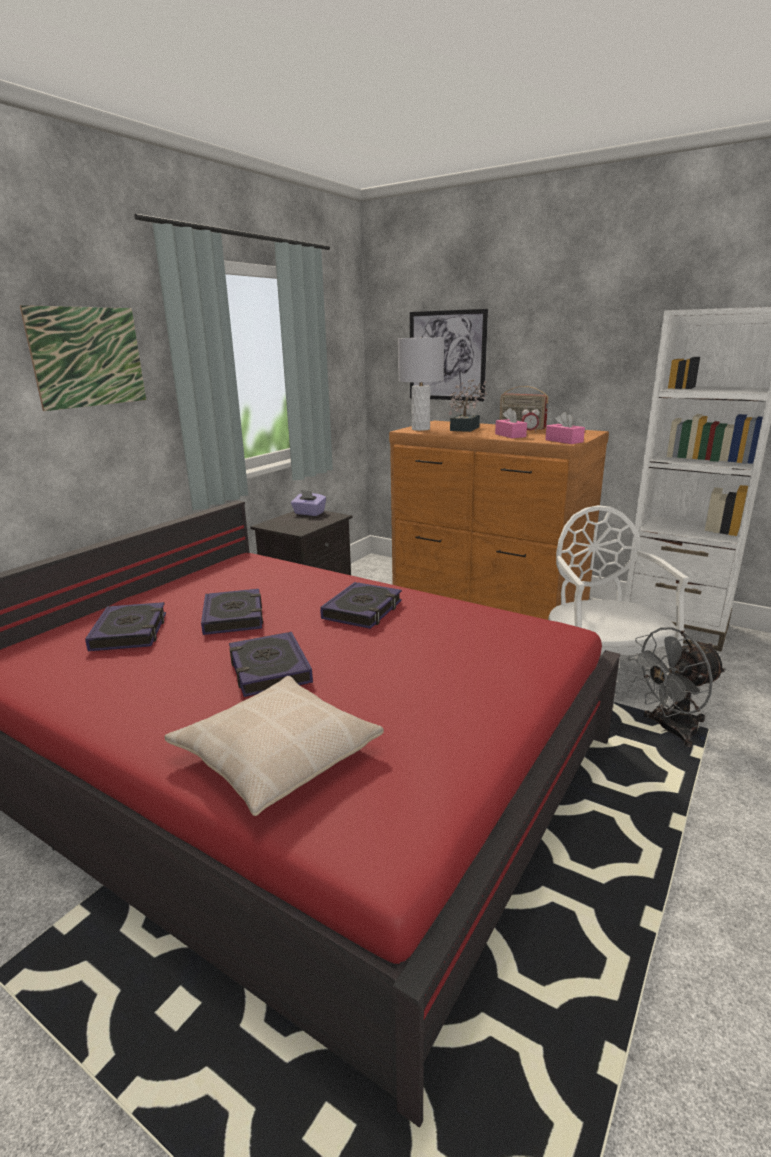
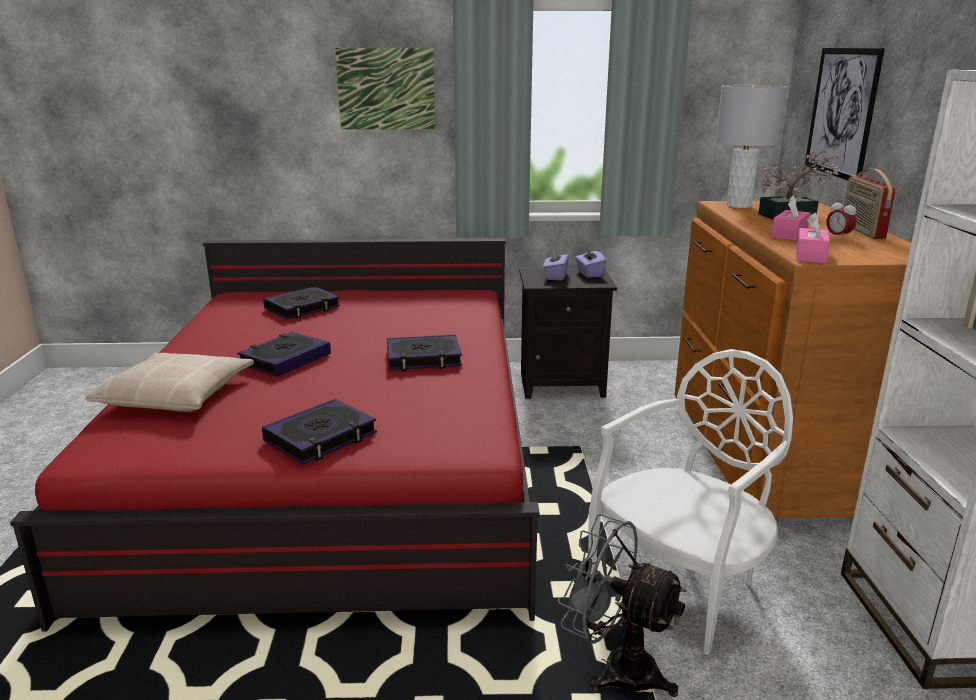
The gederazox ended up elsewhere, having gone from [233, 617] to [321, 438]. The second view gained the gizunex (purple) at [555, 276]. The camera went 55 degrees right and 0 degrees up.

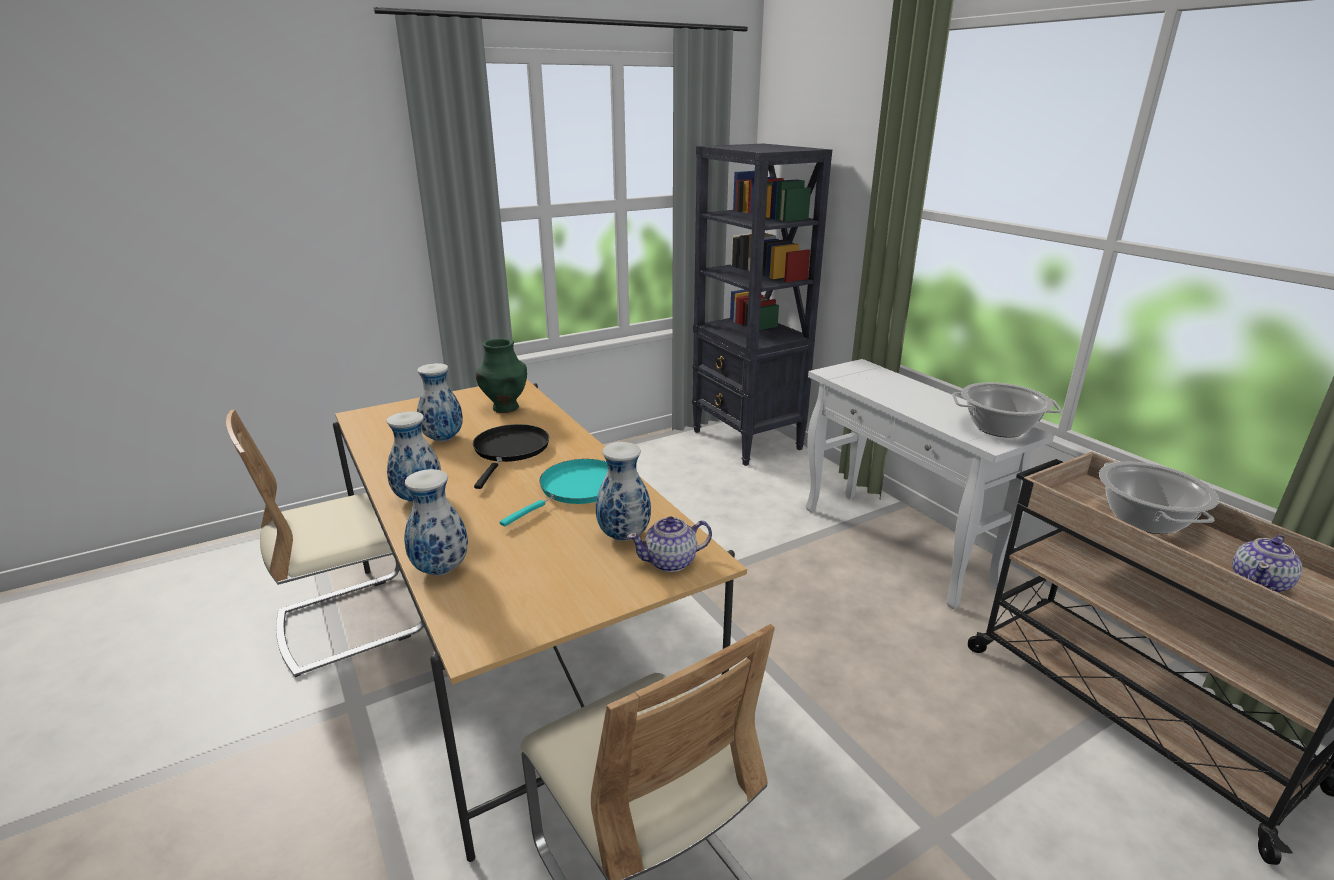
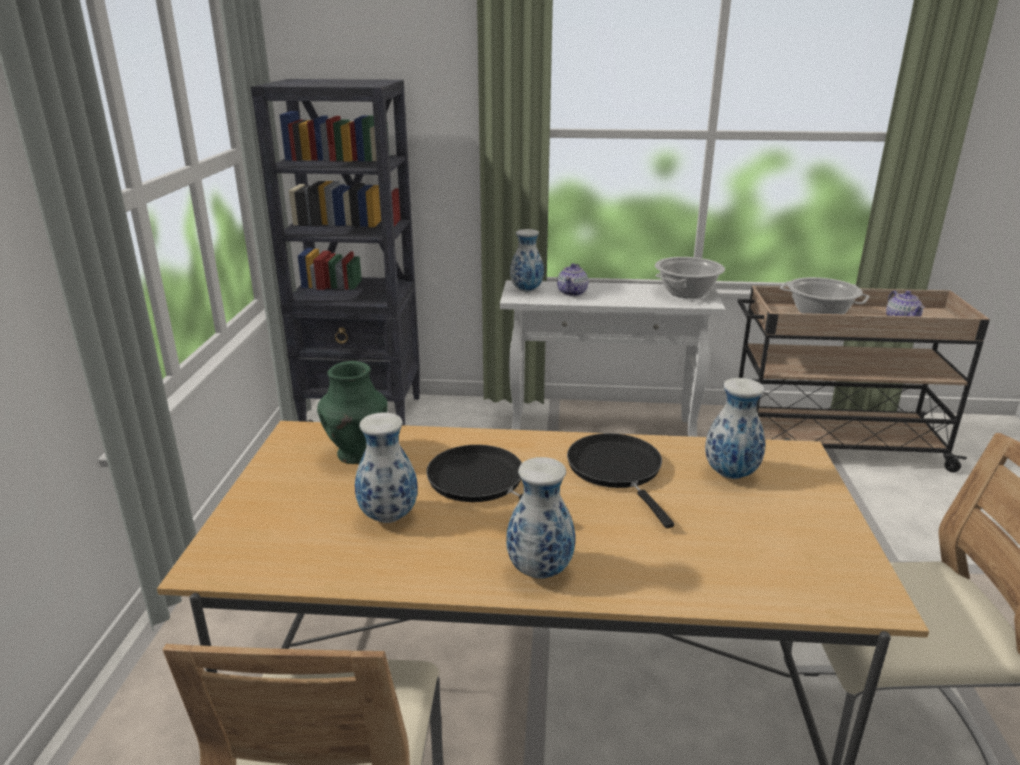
The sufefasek ended up elsewhere, having gone from [442, 569] to [526, 290]. What was the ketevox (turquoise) at [577, 489] turned into the ketevox (black) at [617, 470]. The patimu ended up elsewhere, having gone from [671, 562] to [572, 292]. The camera went 55 degrees left and 0 degrees up.

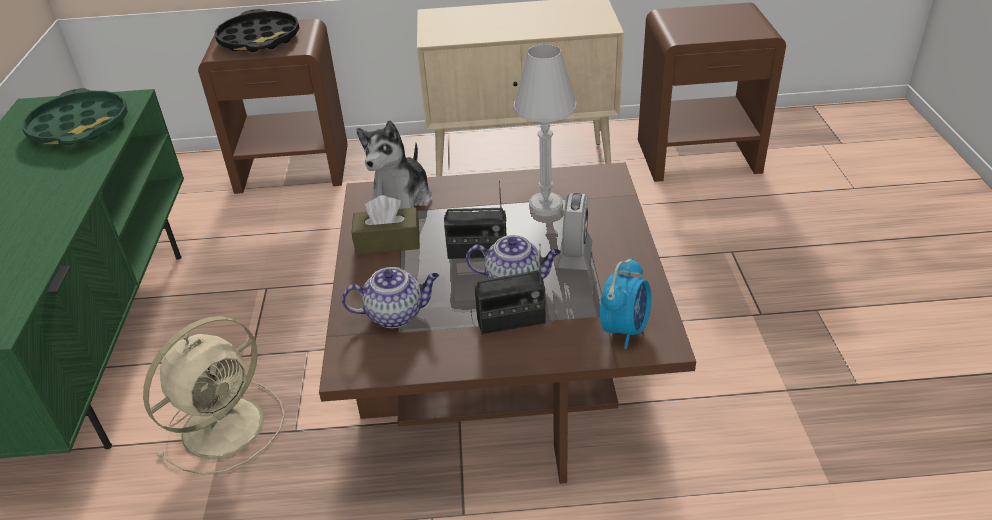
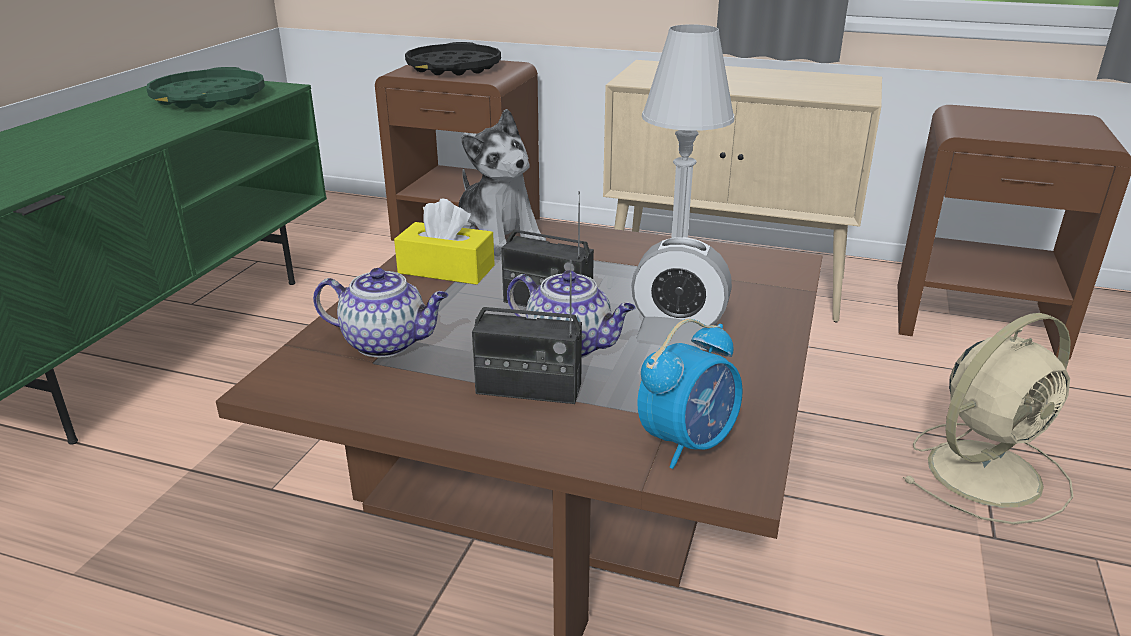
The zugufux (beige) ended up elsewhere, having gone from [226, 424] to [987, 471]. What was the gizunex (brown) at [388, 242] turned into the gizunex (yellow) at [446, 269]. The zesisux at [401, 201] ended up facing another way, 75 degrees counterclockwise from before. The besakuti at [575, 255] ended up facing another way, 75 degrees clockwise from before. The camera went 20 degrees right and 10 degrees down.

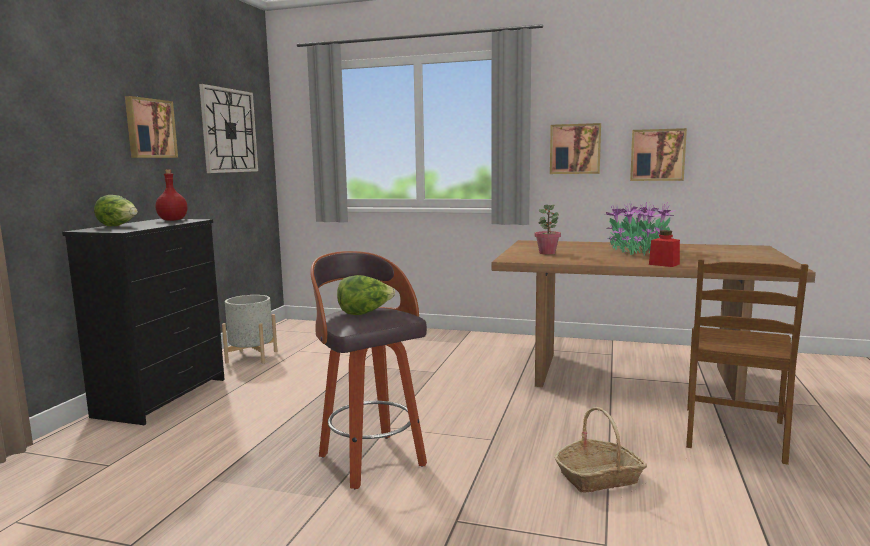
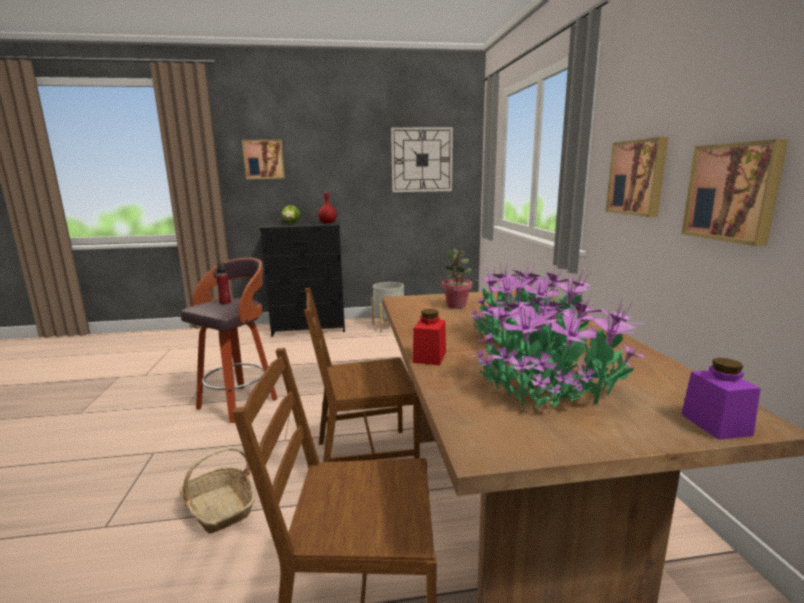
The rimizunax ended up elsewhere, having gone from [149, 128] to [264, 159]. Where the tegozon stood at [365, 313], the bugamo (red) came to stand at [225, 302]. The second view gained the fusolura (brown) at [364, 459]. The second view gained the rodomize at [549, 388]. The second view gained the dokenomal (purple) at [715, 424]. The camera went 65 degrees right and 5 degrees up.

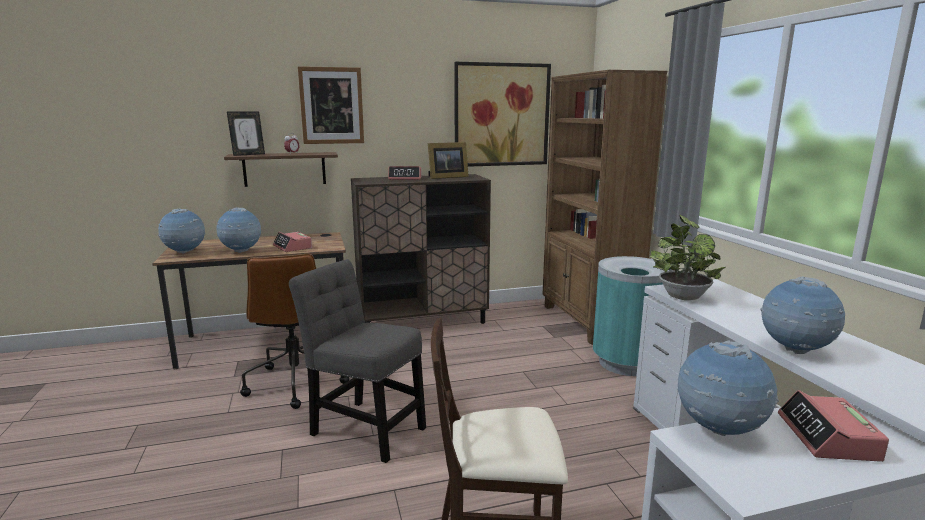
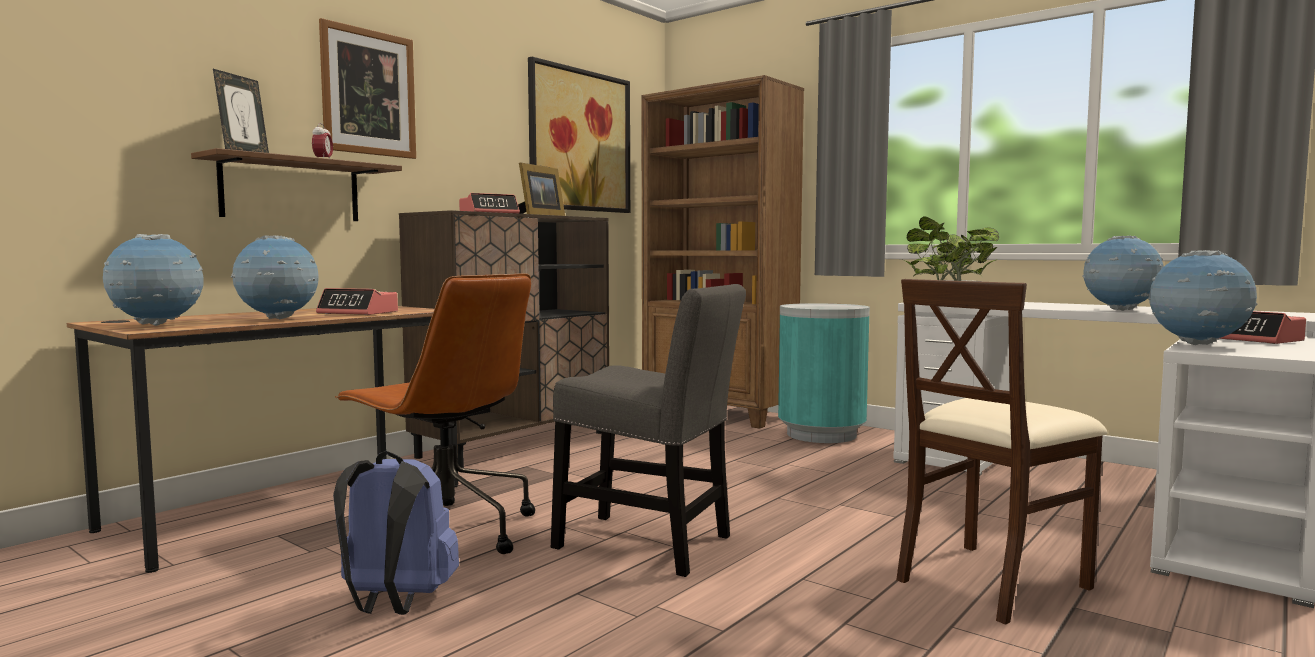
The fusolura (grey) at [364, 428] ended up facing another way, 150 degrees counterclockwise from before. The second view gained the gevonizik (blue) at [395, 603]. The camera went 35 degrees left and 10 degrees down.

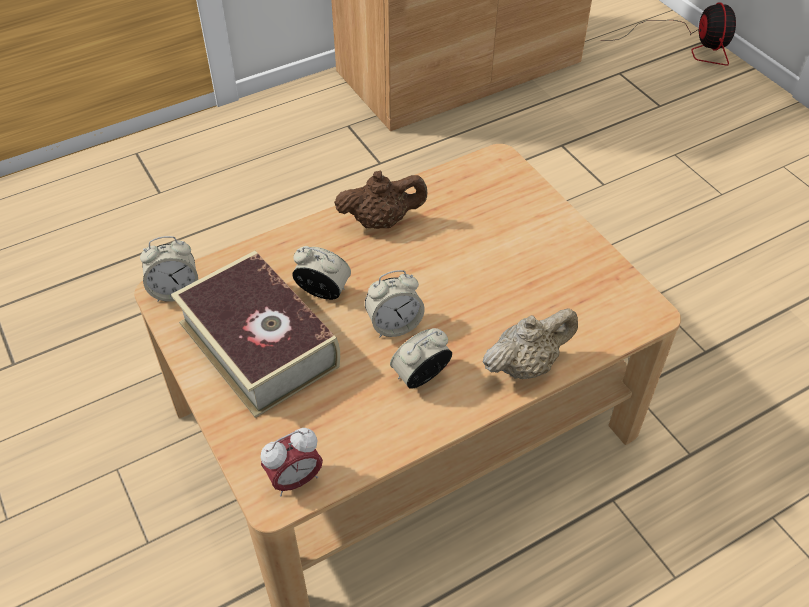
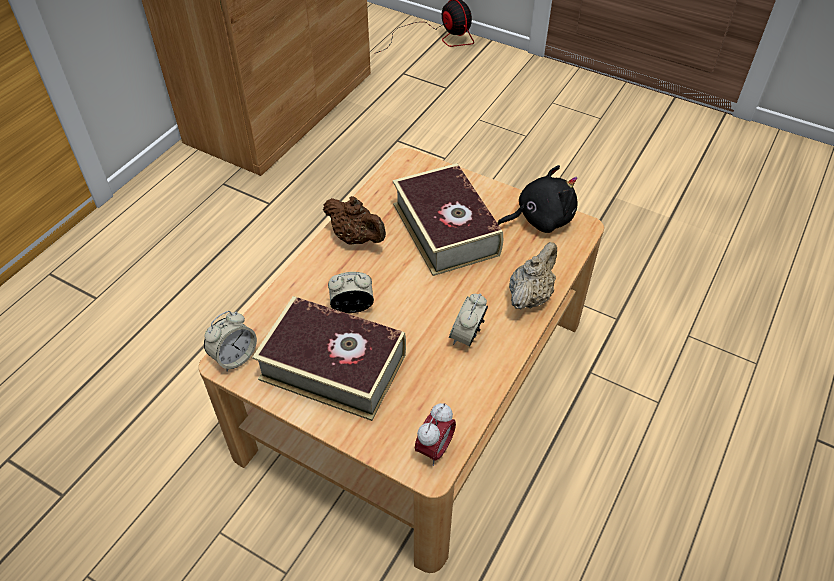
The patimu (brown) at [381, 221] ended up facing another way, 75 degrees clockwise from before. The second view lost the besakuti at [394, 325]. The second view gained the gederazox at [445, 229]. The second view gained the zesisux (black) at [540, 218]. The camera went 30 degrees left and 0 degrees up.

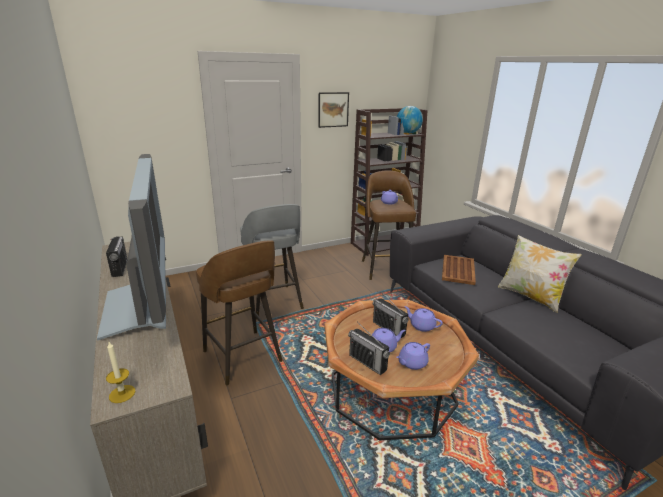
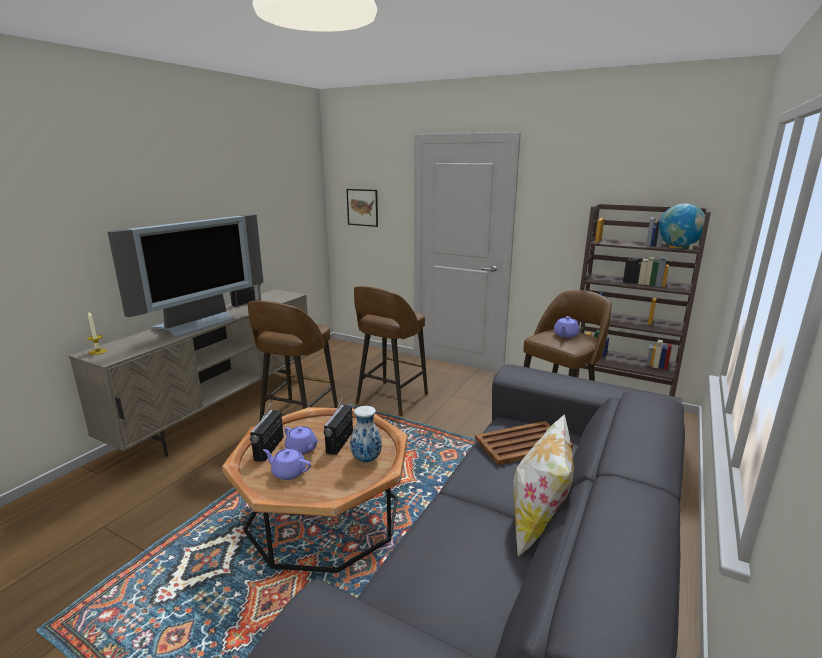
What was the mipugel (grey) at [273, 303] turned into the mipugel (brown) at [390, 399]. The rimizunax ended up elsewhere, having gone from [333, 109] to [362, 207]. Where the patimu (purple) stood at [421, 326], the sufefasek came to stand at [366, 459]. The camera went 55 degrees right and 5 degrees down.

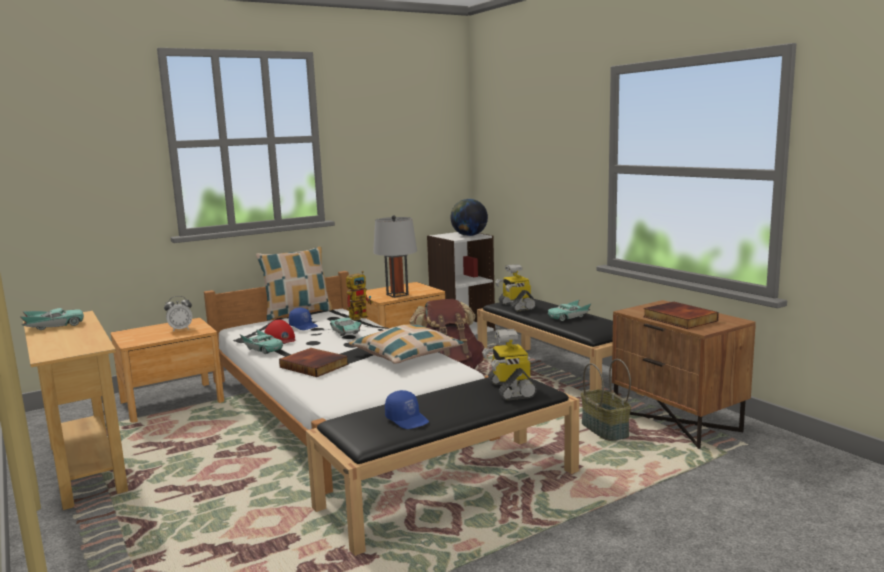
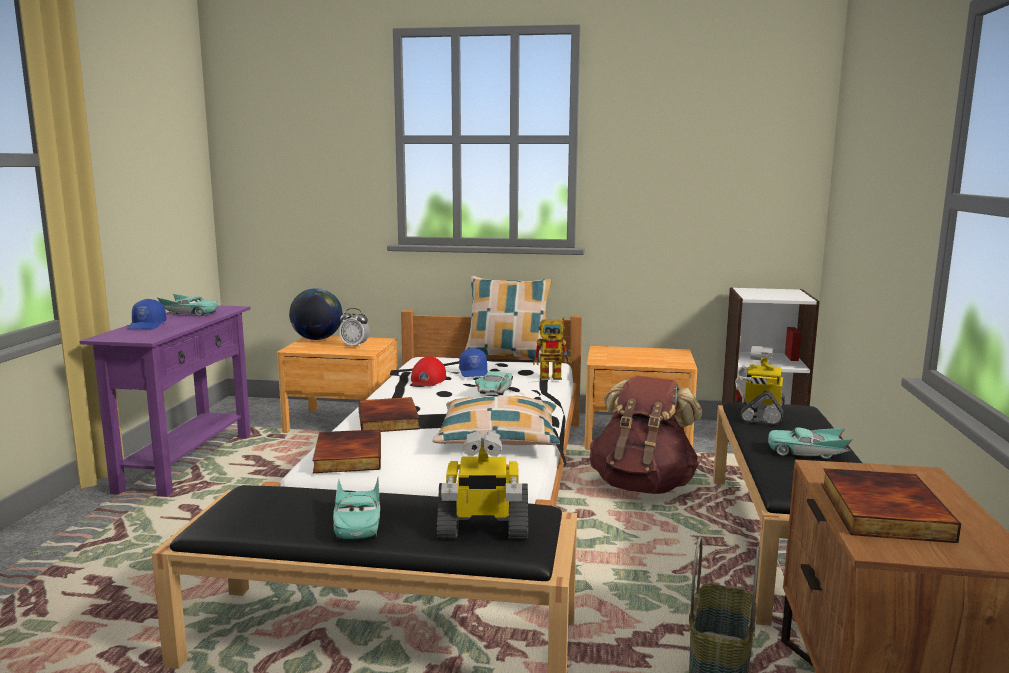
What was the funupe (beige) at [86, 468] turned into the funupe (purple) at [187, 462]. The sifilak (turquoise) ended up elsewhere, having gone from [262, 348] to [358, 522]. The second view lost the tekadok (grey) at [397, 295]. The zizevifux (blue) ended up elsewhere, having gone from [407, 419] to [147, 326]. The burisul ended up elsewhere, having gone from [469, 235] to [317, 339]. The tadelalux at [510, 389] ended up facing another way, 120 degrees counterclockwise from before. The second view gained the gederazox at [346, 456]. The camera went 40 degrees right and 0 degrees up.

